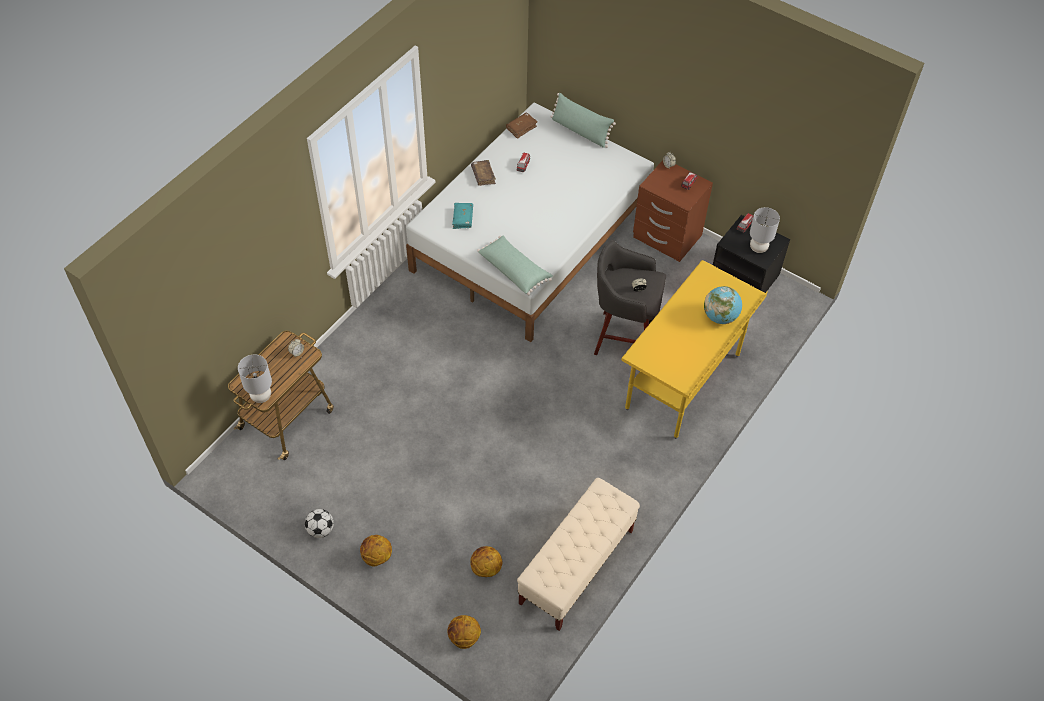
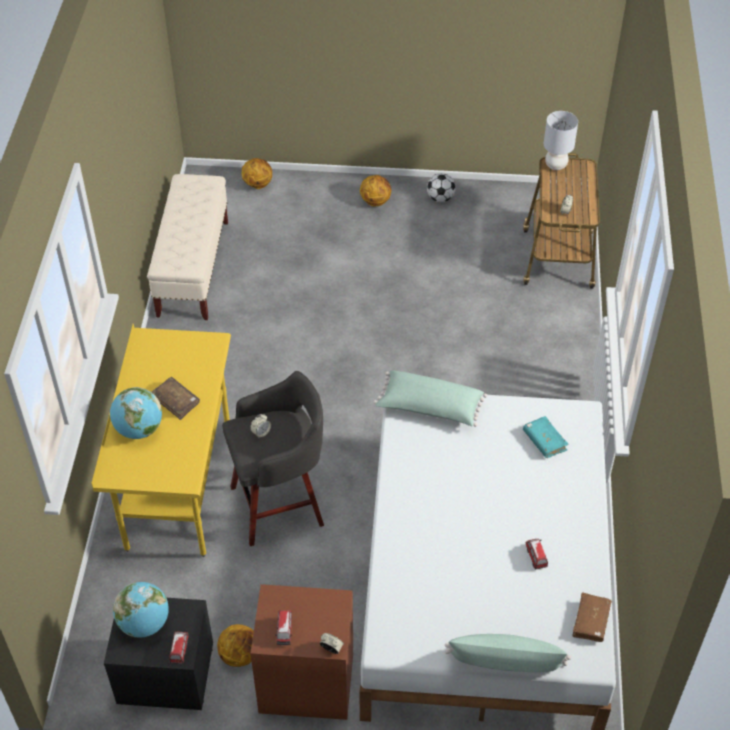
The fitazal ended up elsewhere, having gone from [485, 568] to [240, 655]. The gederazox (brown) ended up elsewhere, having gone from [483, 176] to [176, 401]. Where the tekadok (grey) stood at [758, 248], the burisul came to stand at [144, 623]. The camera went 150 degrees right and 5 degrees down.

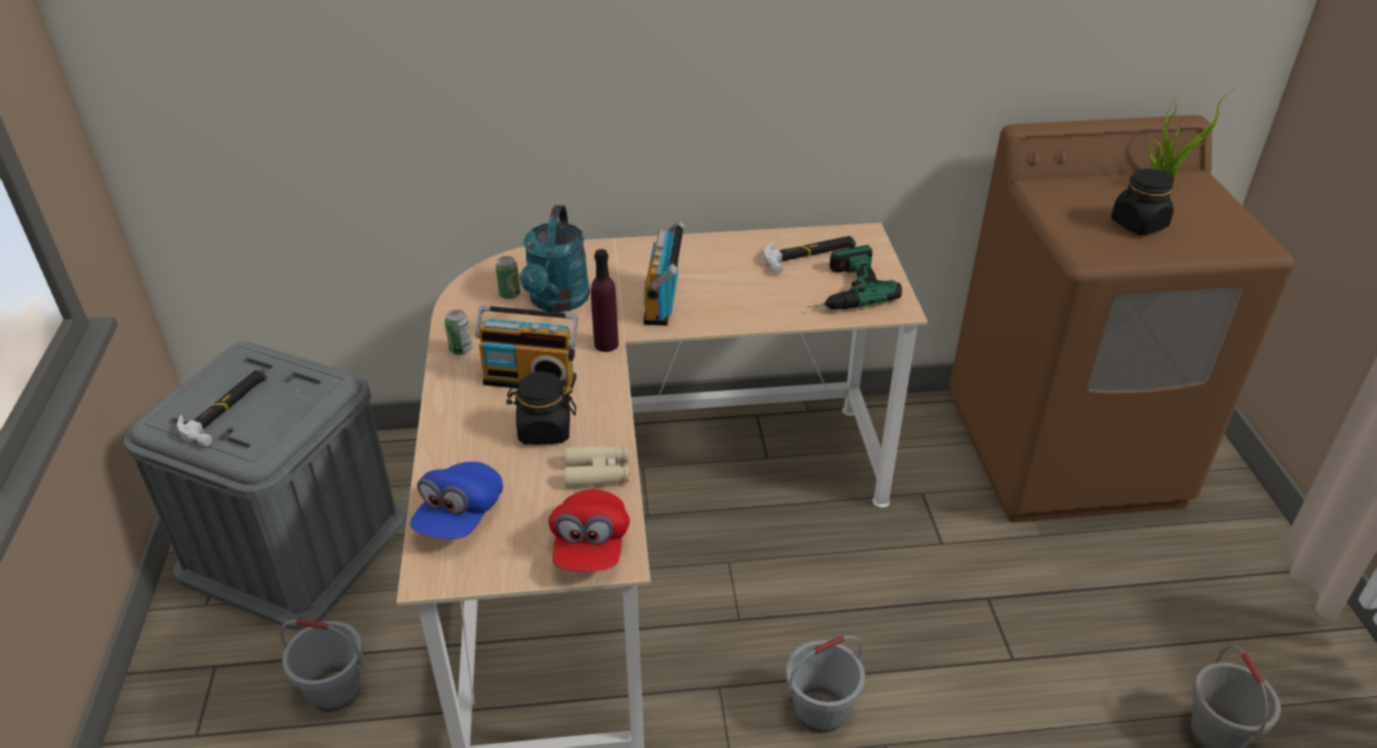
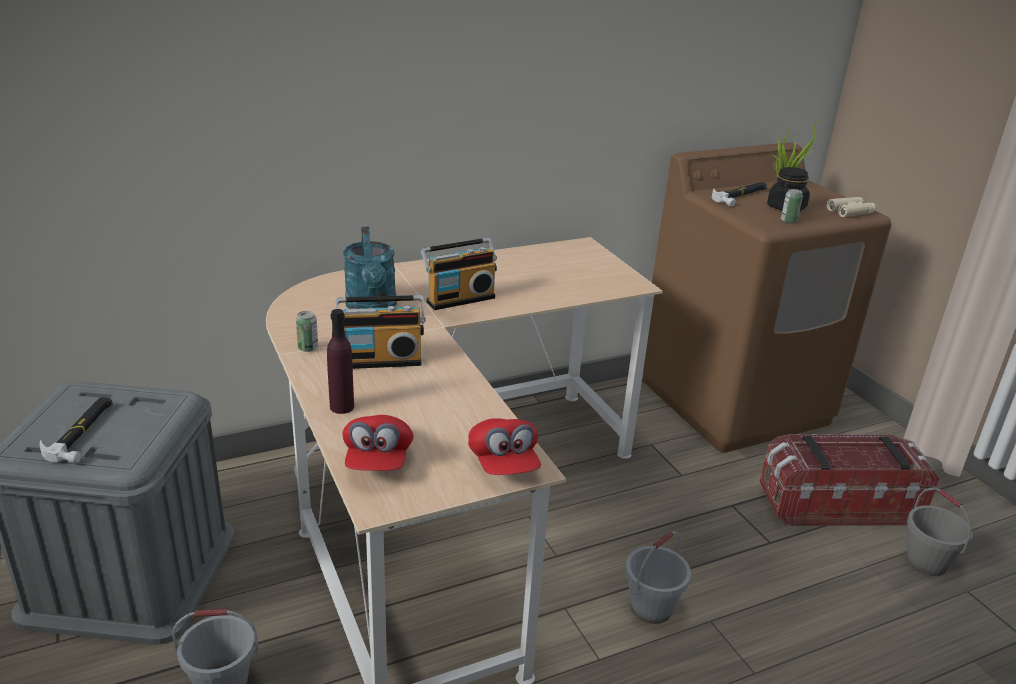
What was the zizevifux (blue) at [459, 516] turned into the zizevifux (red) at [378, 460]. The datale ended up elsewhere, having gone from [510, 294] to [788, 221]. The second view lost the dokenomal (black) at [544, 430]. The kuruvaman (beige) ended up elsewhere, having gone from [598, 472] to [850, 212]. The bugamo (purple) ended up elsewhere, having gone from [606, 344] to [342, 407]. The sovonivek at [664, 301] ended up facing another way, 105 degrees counterclockwise from before. The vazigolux ended up elsewhere, having gone from [809, 255] to [741, 196]. The second view lost the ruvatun at [840, 289]. The second view gained the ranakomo at [836, 504]. The camera went 20 degrees left and 10 degrees down.

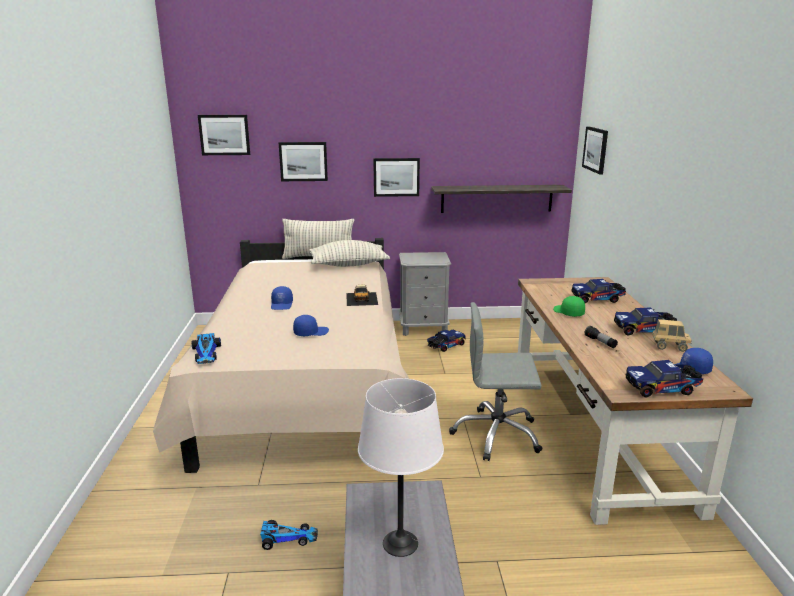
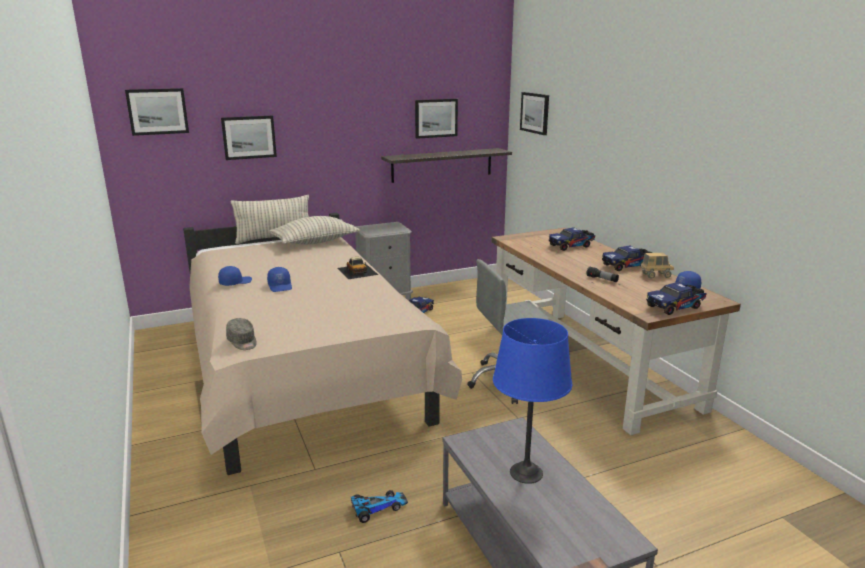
Where the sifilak stood at [207, 354], the zizevifux (grey) came to stand at [242, 342]. The zizevifux (blue) ended up elsewhere, having gone from [311, 332] to [235, 282]. What was the tekadok (white) at [400, 543] turned into the tekadok (blue) at [526, 473]. The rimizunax ended up elsewhere, having gone from [396, 177] to [436, 118]. The second view lost the zizevifux (green) at [568, 312]. The camera went 20 degrees left and 0 degrees up.

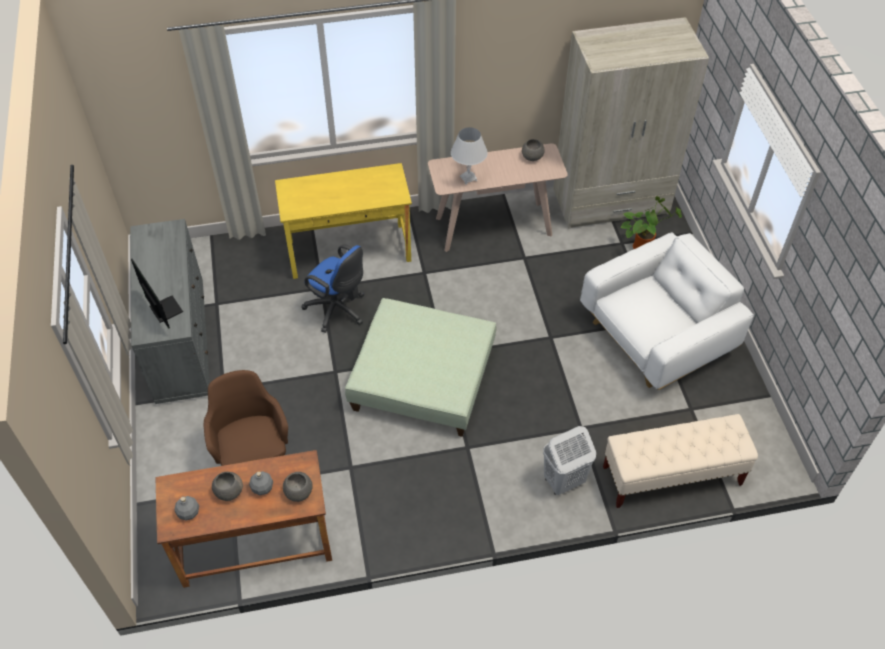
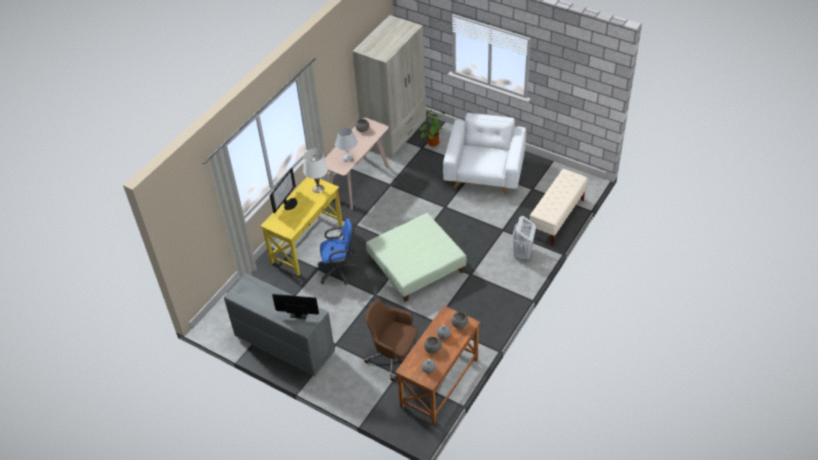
The second view gained the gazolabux at [289, 203]. The second view gained the tekadok (white) at [318, 188]. The camera went 45 degrees left and 5 degrees down.

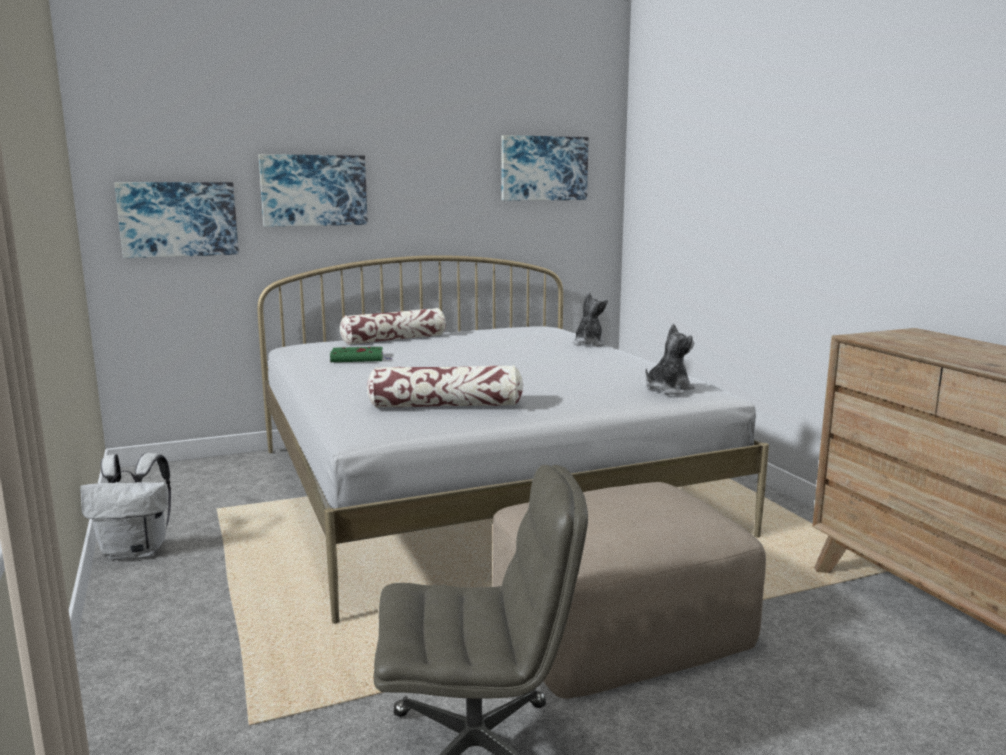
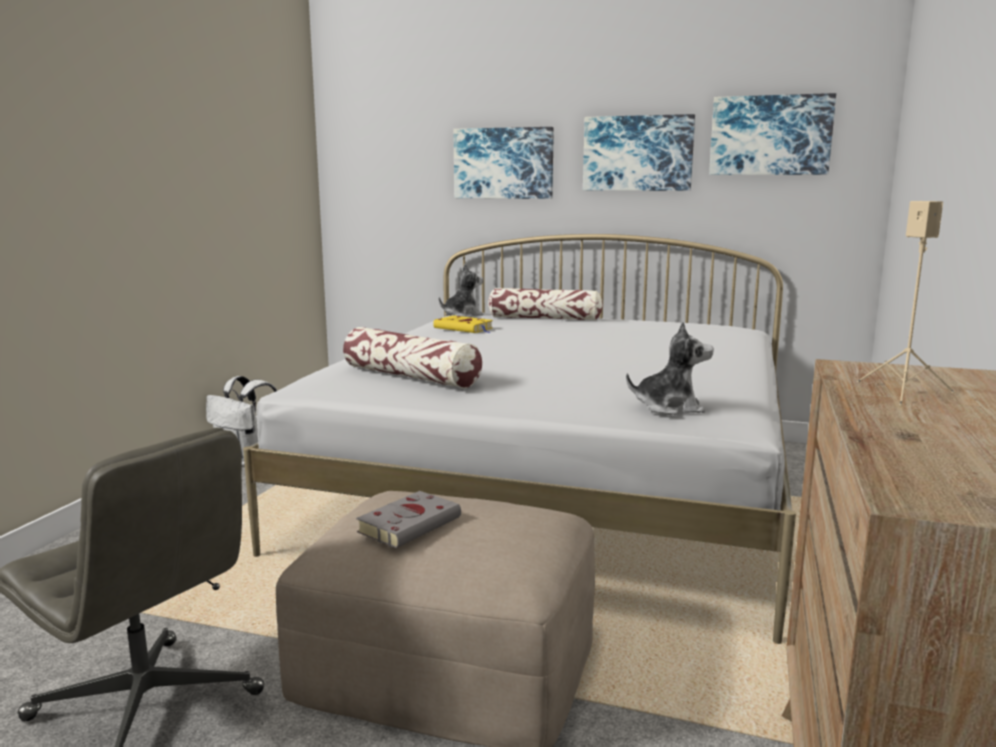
The rimizunax ended up elsewhere, having gone from [178, 219] to [637, 153]. What was the gederazox (green) at [359, 358] turned into the gederazox (yellow) at [465, 328]. The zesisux ended up elsewhere, having gone from [588, 344] to [462, 315]. The second view gained the gederazox (grey) at [411, 524]. The second view gained the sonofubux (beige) at [904, 392]. The camera went 40 degrees right and 0 degrees up.

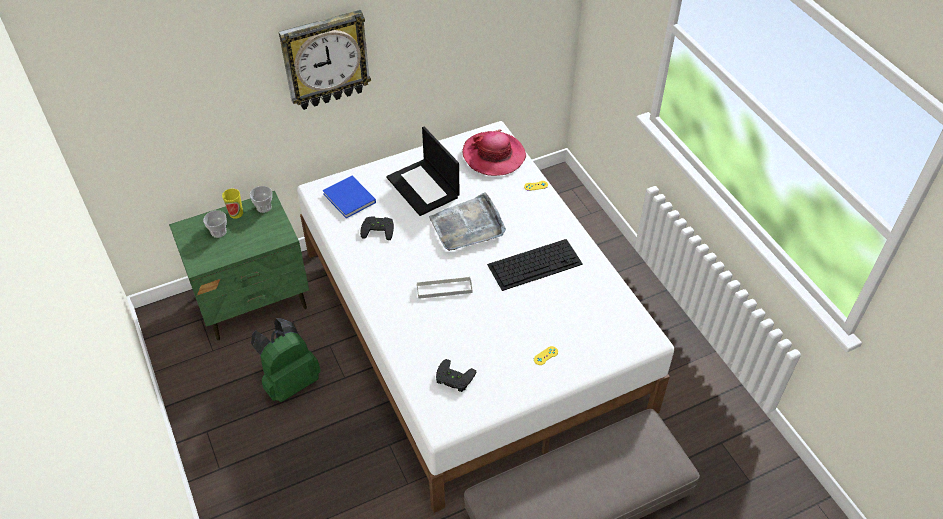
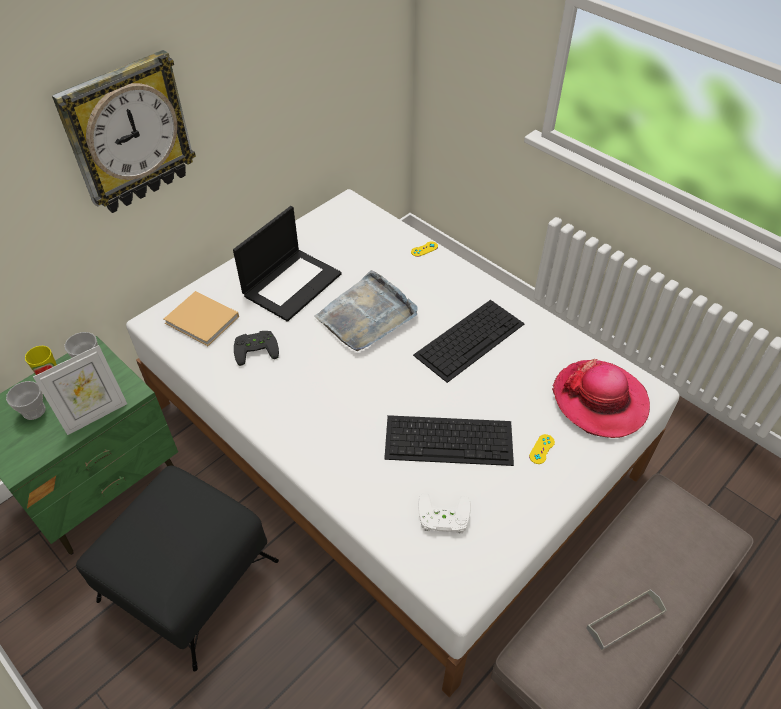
Where the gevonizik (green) stood at [290, 381], the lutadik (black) came to stand at [190, 579]. What was the gederazox (blue) at [350, 199] turned into the gederazox (beige) at [203, 321]. The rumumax at [424, 187] ended up facing another way, 90 degrees counterclockwise from before. The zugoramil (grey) ended up elsewhere, having gone from [444, 289] to [625, 620]. What was the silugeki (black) at [453, 379] turned into the silugeki (white) at [443, 518]. The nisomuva ended up elsewhere, having gone from [494, 155] to [600, 400]. The second view gained the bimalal at [95, 415]. The second view gained the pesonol at [450, 439]. The camera went 20 degrees left and 0 degrees up.

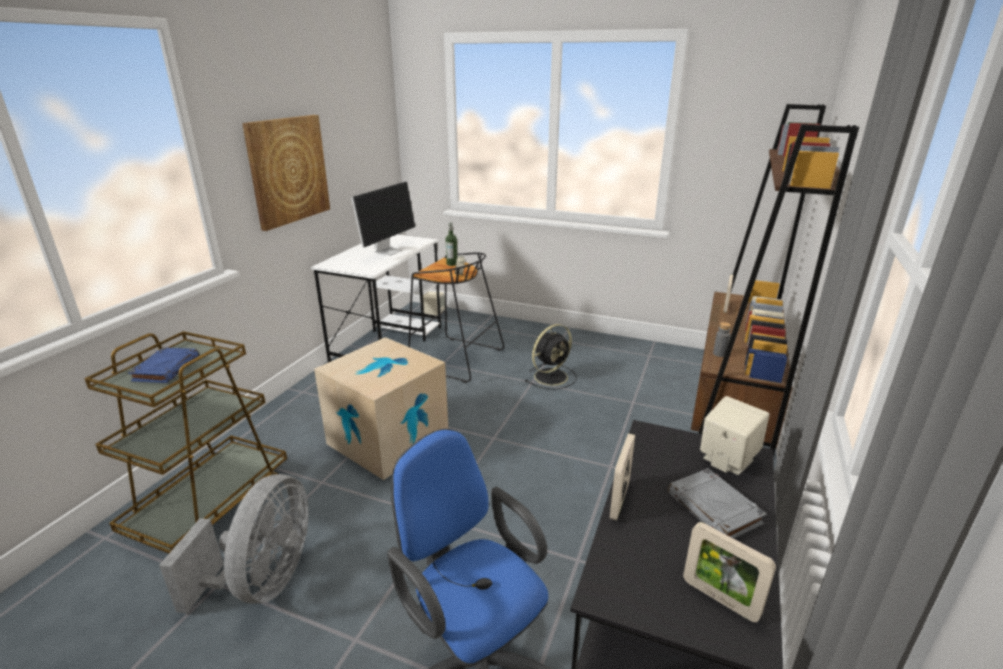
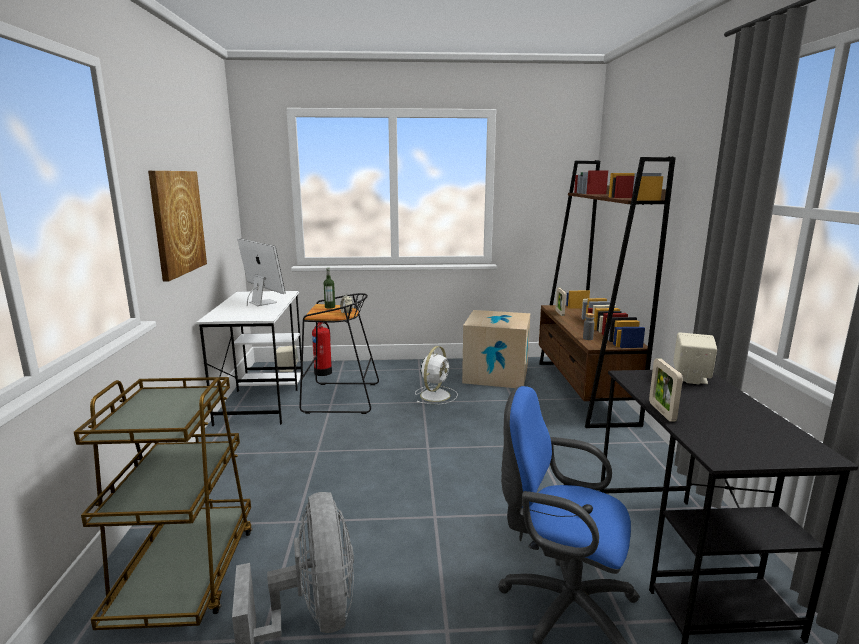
The second view lost the gederazox (blue) at [166, 368]. The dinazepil ended up elsewhere, having gone from [388, 440] to [496, 375]. The gazolabux at [388, 251] ended up facing another way, 45 degrees counterclockwise from before. What was the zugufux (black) at [552, 376] turned into the zugufux (white) at [435, 395]. The second view lost the gederazox (grey) at [715, 509]. The second view lost the bimalal at [720, 599]. The second view gained the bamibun at [324, 372]. The camera went 25 degrees left and 10 degrees down.

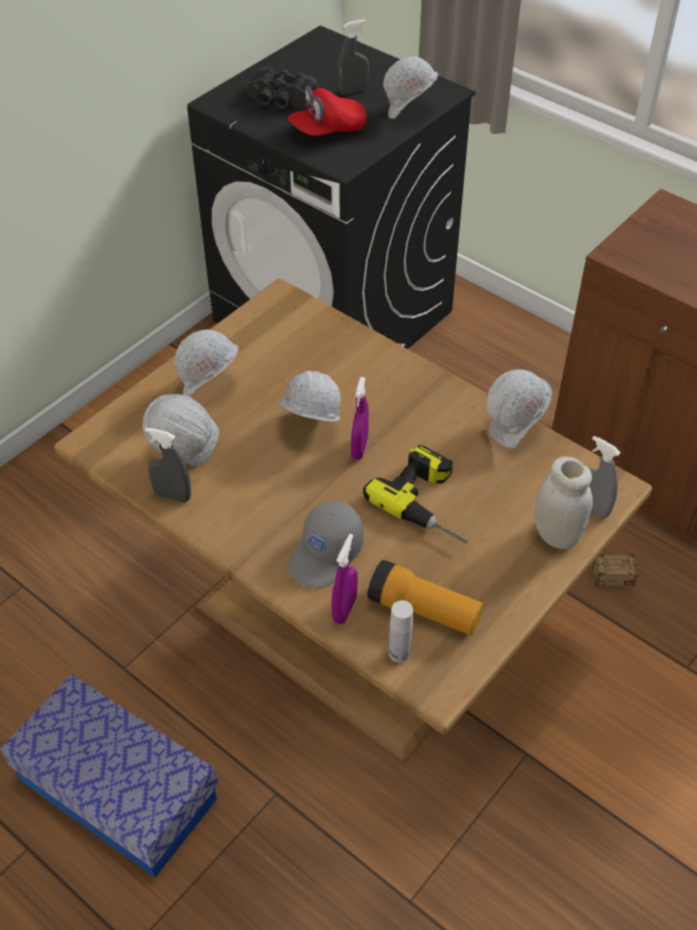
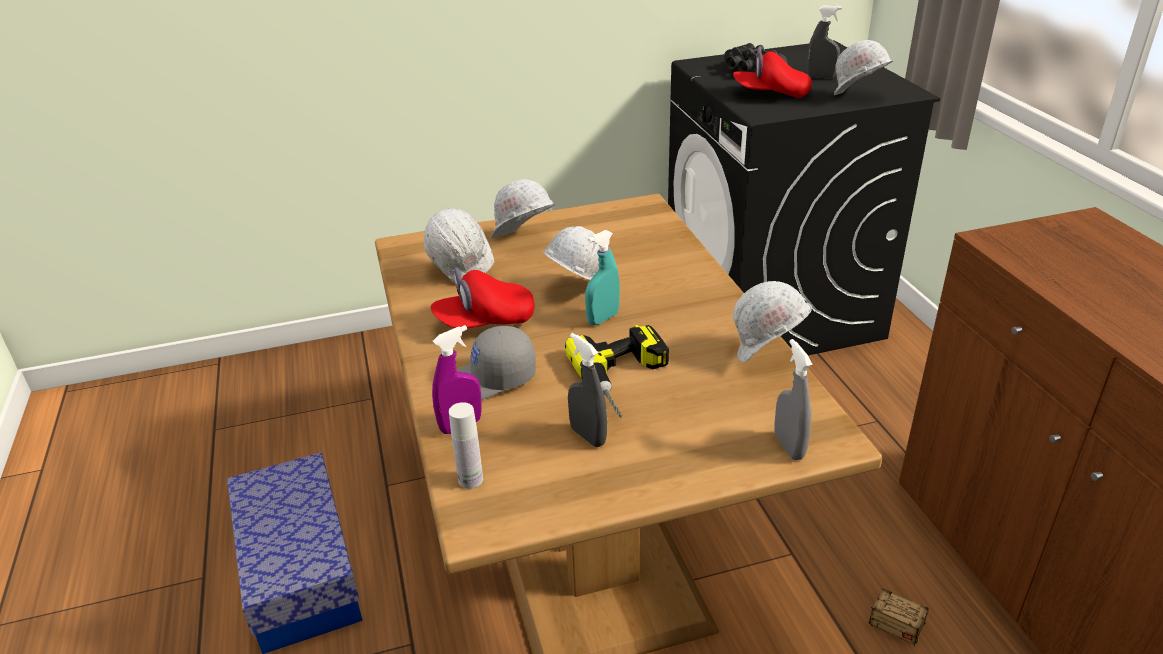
The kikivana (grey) ended up elsewhere, having gone from [172, 496] to [588, 436]. What was the kikivana (purple) at [359, 448] turned into the kikivana (turquoise) at [603, 318]. The second view lost the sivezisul at [424, 610]. The second view lost the dokenomal (white) at [557, 535]. The second view gained the zizevifux (red) at [485, 322]. The camera went 35 degrees right and 15 degrees down.

